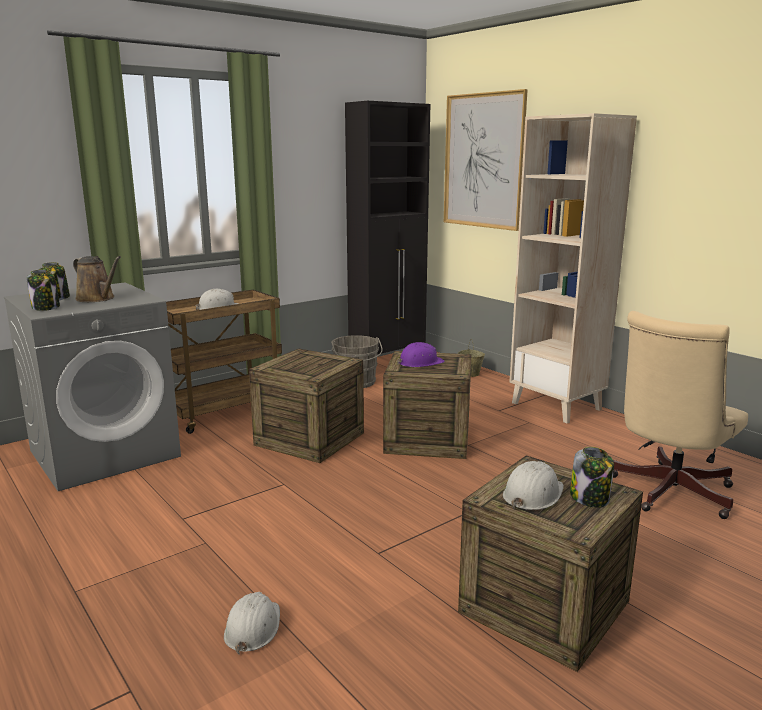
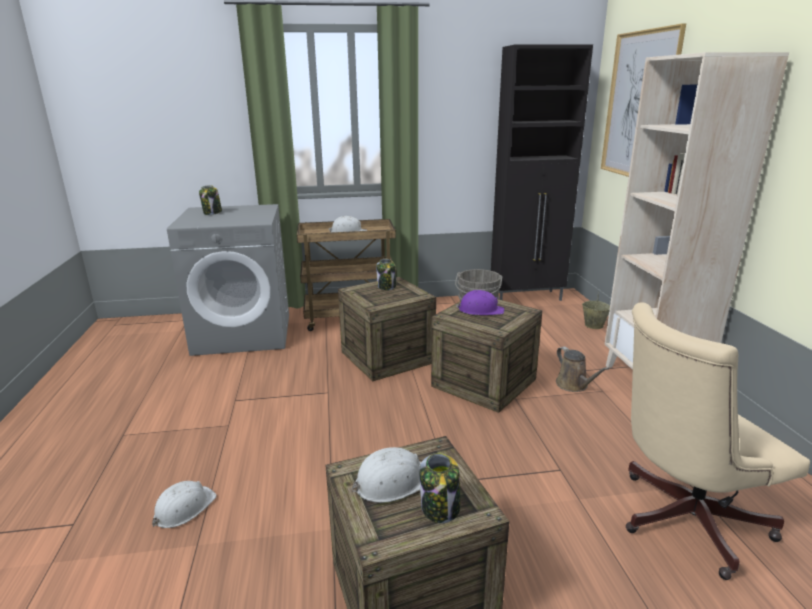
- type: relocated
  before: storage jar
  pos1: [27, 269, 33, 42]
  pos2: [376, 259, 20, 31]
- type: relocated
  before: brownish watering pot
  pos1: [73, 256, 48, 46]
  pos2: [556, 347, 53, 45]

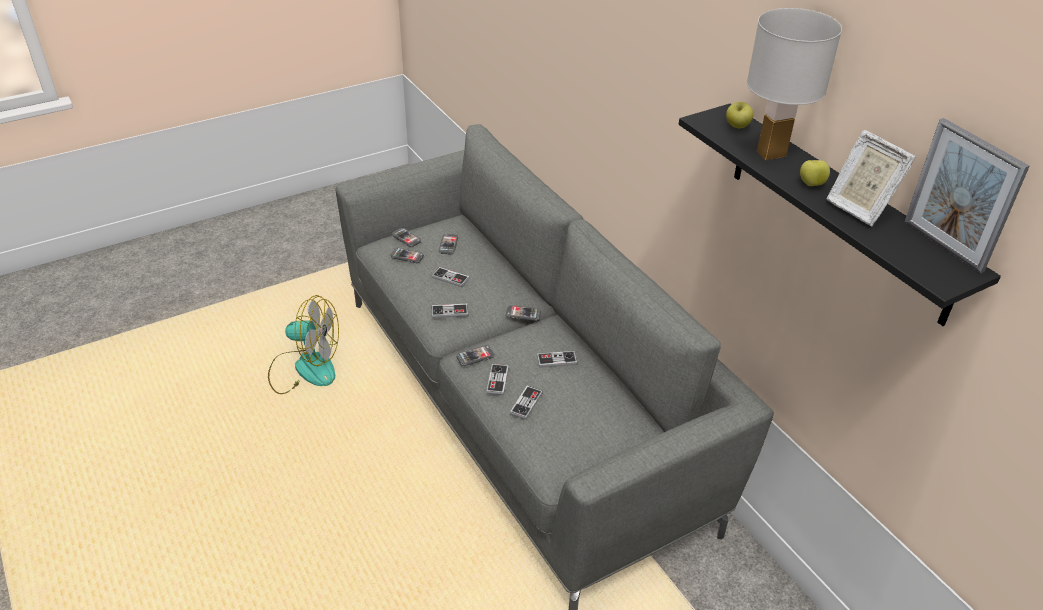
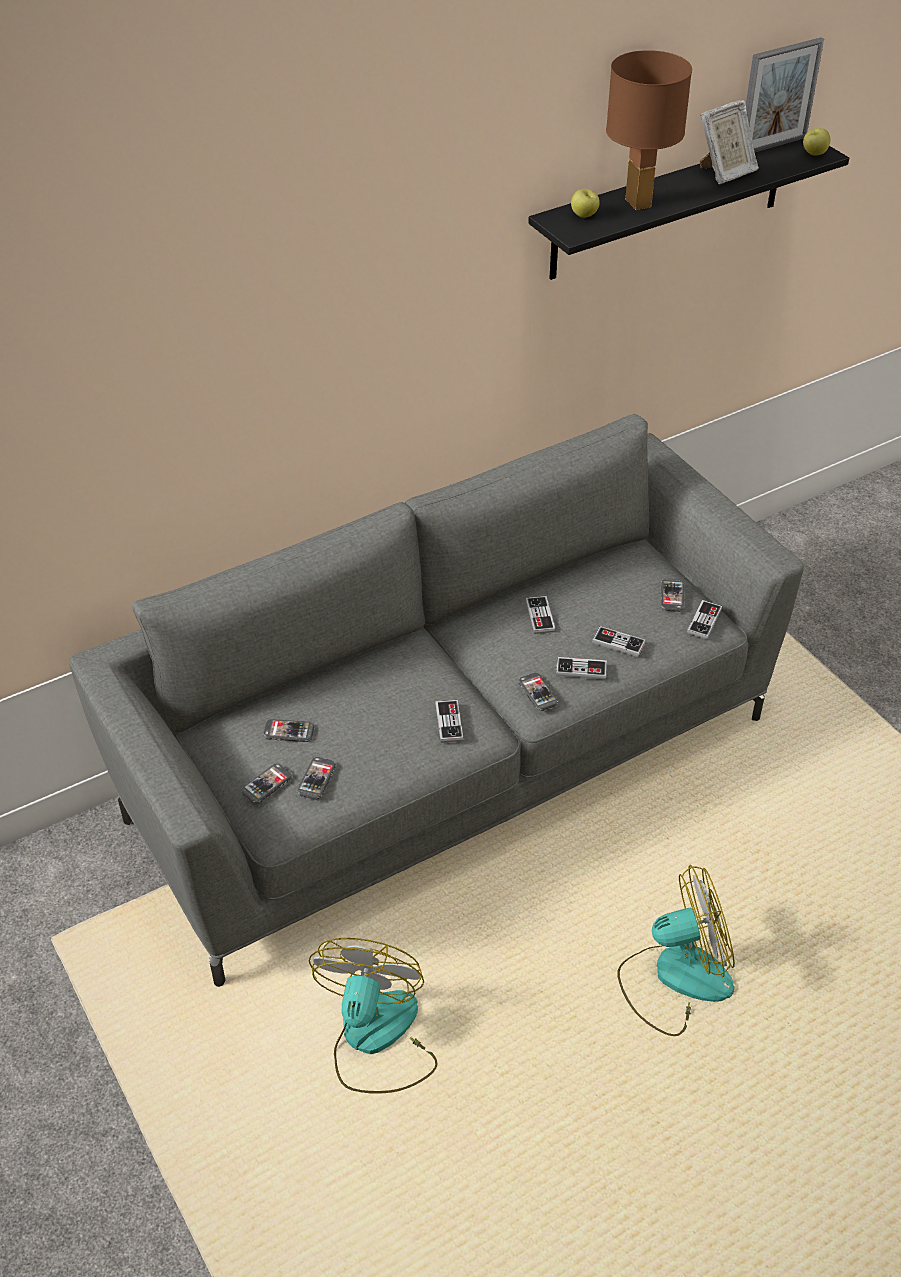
- type: relocated
  before: gamepad
  pos1: [432, 267, 38, 20]
  pos2: [687, 600, 35, 39]
- type: relocated
  before: handset
  pos1: [506, 305, 35, 16]
  pos2: [661, 578, 23, 34]
- type: colour
  before: whitish table lamp
  after: brownish table lamp
  pos1: [747, 8, 95, 152]
  pos2: [606, 50, 86, 160]
- type: relocated
  before: apple
  pos1: [800, 160, 30, 26]
  pos2: [803, 128, 27, 28]
- type: appeared
  after: fan
  pos2: [617, 865, 118, 171]

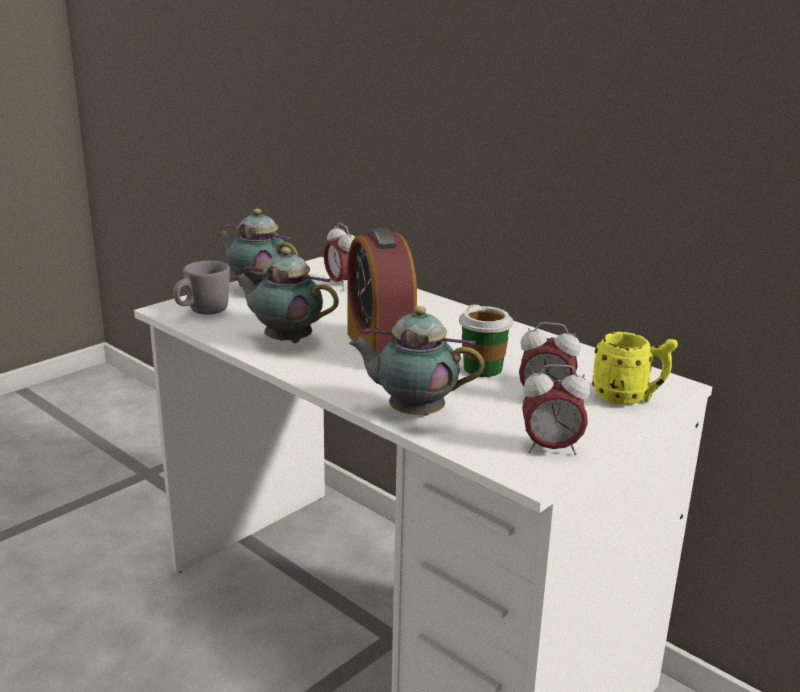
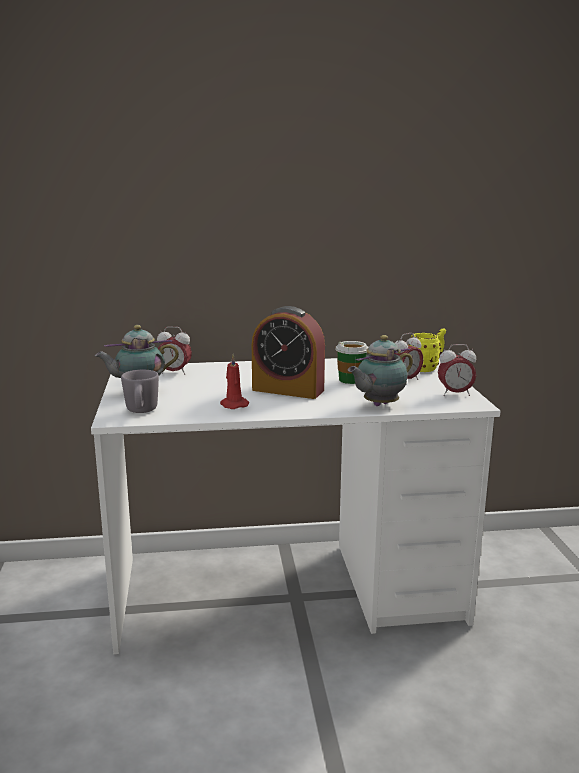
- type: exchanged
  before: tea pot
  after: red candle
  pos1: [233, 248, 106, 95]
  pos2: [220, 354, 29, 55]
- type: spun
  before: bedside clock
  pos1: [522, 364, 68, 91]
  pos2: [438, 344, 38, 52]
  turn: 45

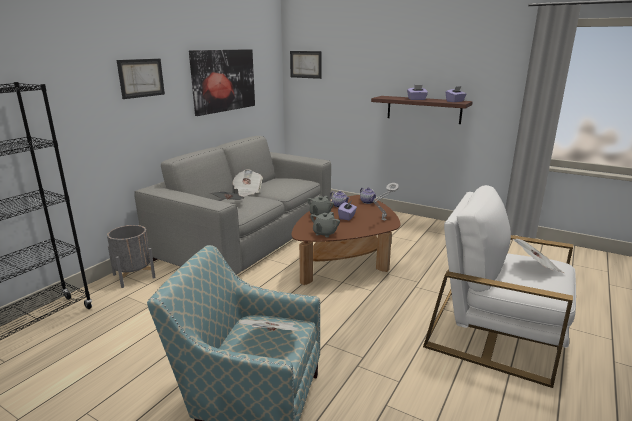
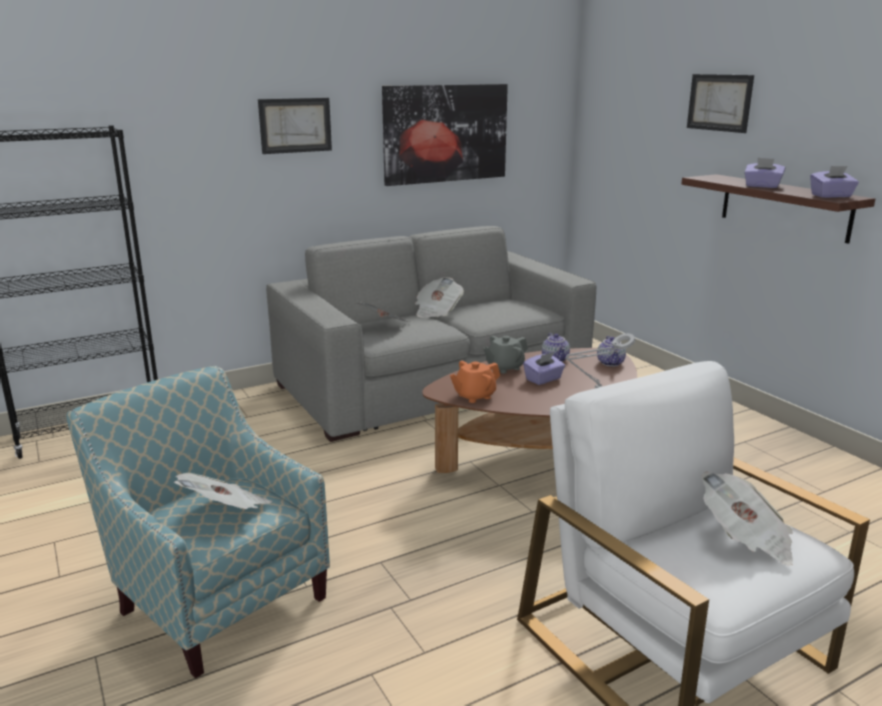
- type: missing
  before: gray plant pot
  pos1: [107, 225, 49, 63]
- type: relocated
  before: wall picture
  pos1: [290, 51, 32, 28]
  pos2: [687, 74, 67, 59]
- type: colour
  before: gray tea pot
  after: orangey tea pot
  pos1: [310, 212, 30, 26]
  pos2: [450, 361, 50, 42]

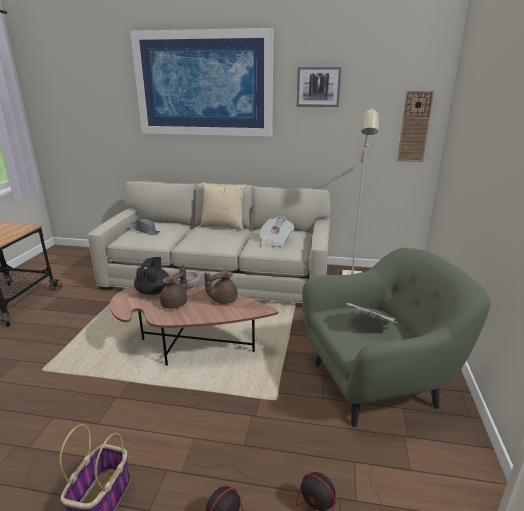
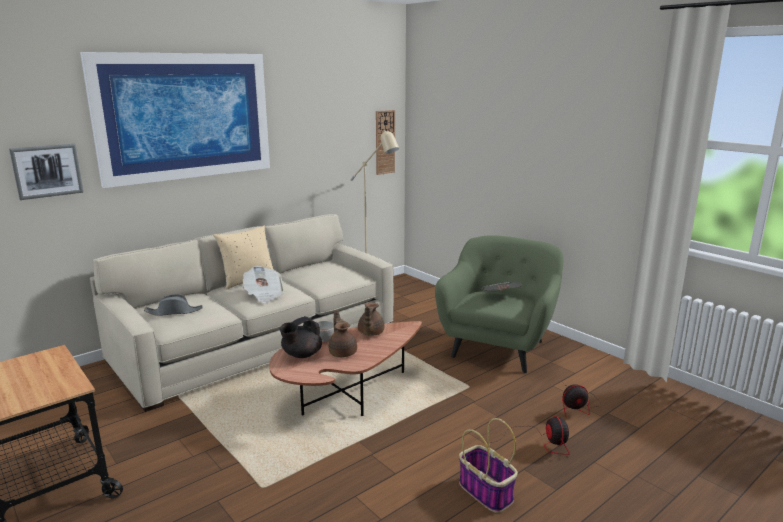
- type: spun
  before: black tea pot
  pos1: [134, 257, 35, 38]
  pos2: [279, 316, 43, 42]
  turn: -90
- type: relocated
  before: printed paper
  pos1: [259, 216, 35, 31]
  pos2: [242, 266, 42, 37]
- type: relocated
  before: wall picture
  pos1: [297, 66, 45, 41]
  pos2: [9, 144, 75, 56]

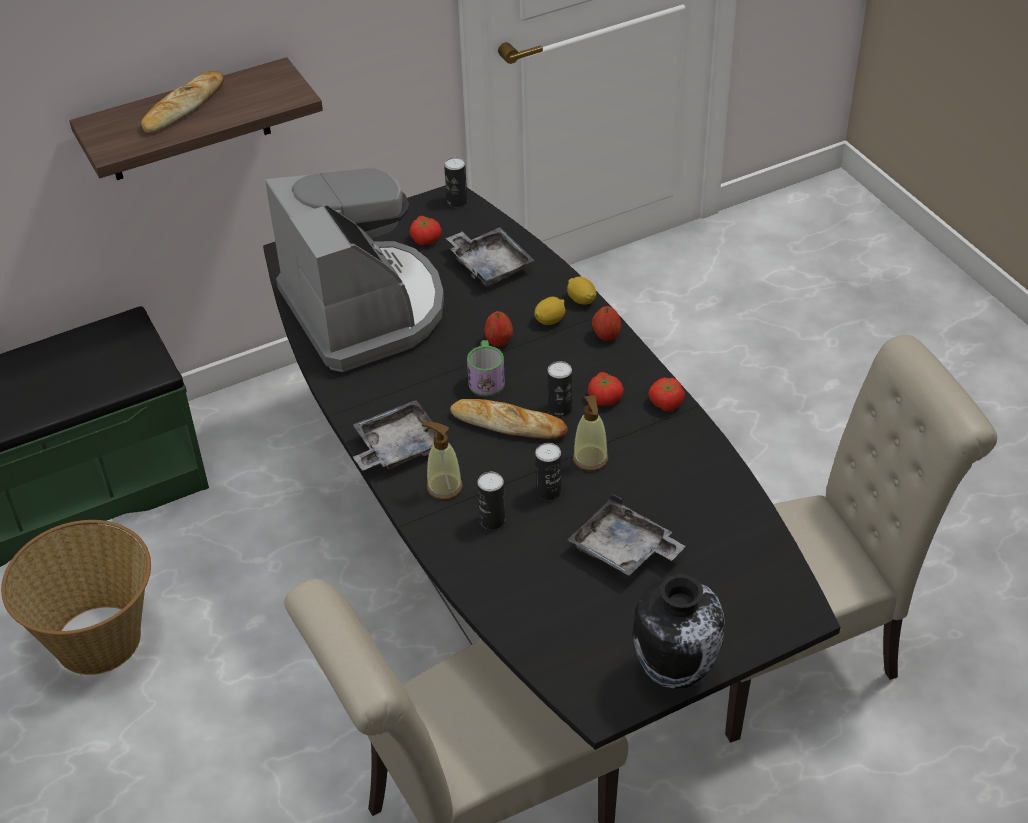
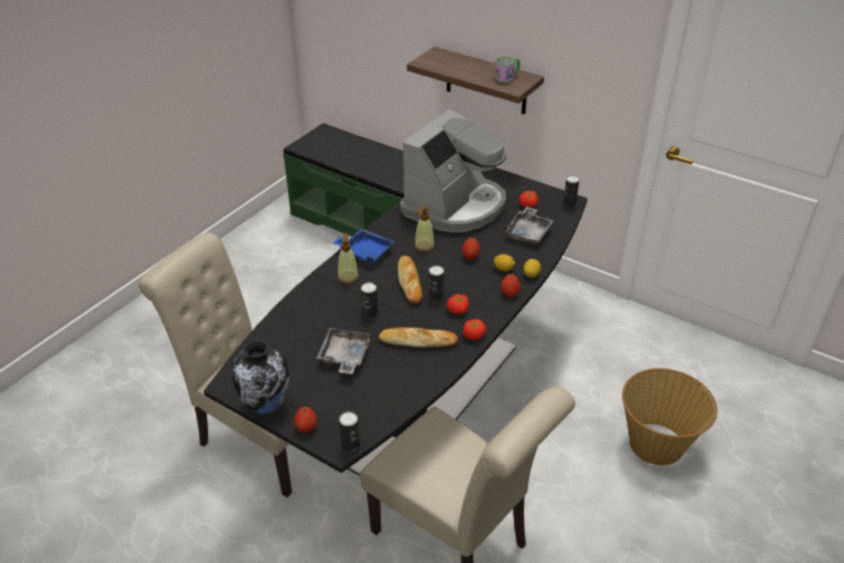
- type: relocated
  before: basket
  pos1: [1, 520, 150, 155]
  pos2: [622, 368, 95, 98]
- type: relocated
  before: bakery bread
  pos1: [141, 71, 83, 62]
  pos2: [379, 327, 80, 21]
- type: colour
  before: gray serving tray
  after: bluish serving tray
  pos1: [353, 400, 84, 71]
  pos2: [333, 228, 62, 36]
- type: relocated
  before: tea mug
  pos1: [467, 340, 38, 57]
  pos2: [494, 56, 26, 27]
- type: relocated
  before: metal can
  pos1: [477, 472, 28, 58]
  pos2: [339, 412, 21, 41]
- type: relocated
  before: soap bottle
  pos1: [573, 395, 35, 76]
  pos2: [415, 206, 20, 46]
- type: appeared
  after: apple
  pos2: [294, 407, 23, 26]

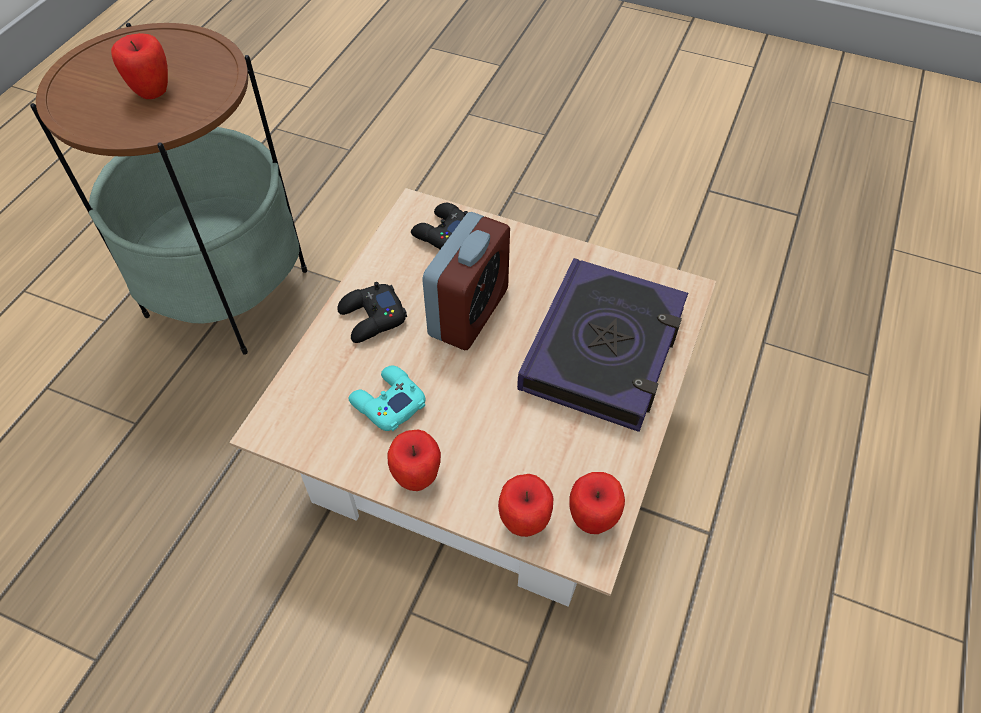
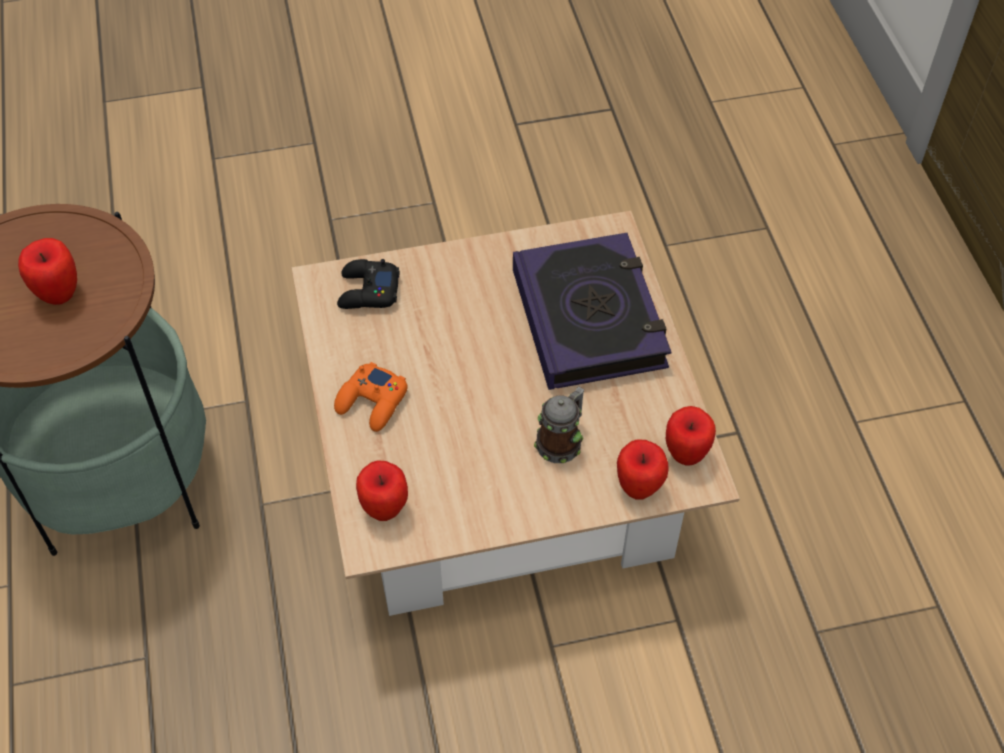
- type: colour
  before: black gamepad
  after: orangey gamepad
  pos1: [337, 282, 70, 61]
  pos2: [334, 362, 74, 70]
- type: missing
  before: turquoise gamepad
  pos1: [348, 365, 78, 66]
- type: relocated
  before: apple
  pos1: [388, 429, 53, 62]
  pos2: [356, 460, 52, 61]
- type: missing
  before: bedside clock
  pos1: [422, 212, 88, 138]
- type: appeared
  after: tea mug
  pos2: [534, 386, 50, 77]

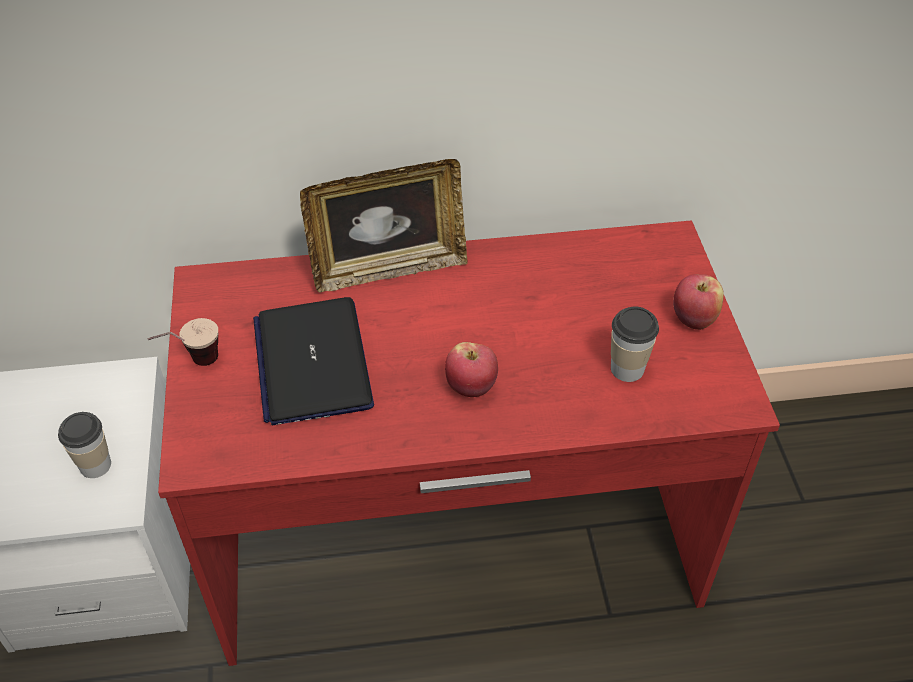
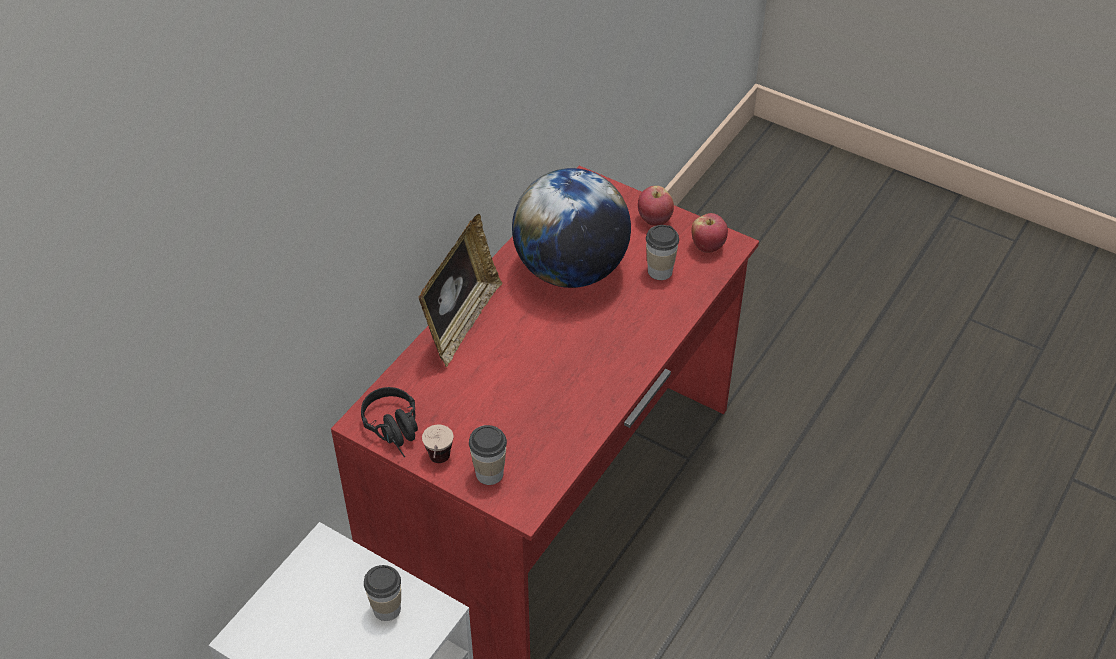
- type: missing
  before: laptop
  pos1: [253, 297, 121, 128]
- type: relocated
  before: apple
  pos1: [445, 342, 53, 55]
  pos2: [692, 213, 36, 40]
- type: appeared
  after: black headset
  pos2: [361, 387, 57, 70]
- type: appeared
  after: cup
  pos2: [469, 425, 38, 60]
- type: appeared
  after: world globe
  pos2: [512, 168, 119, 120]

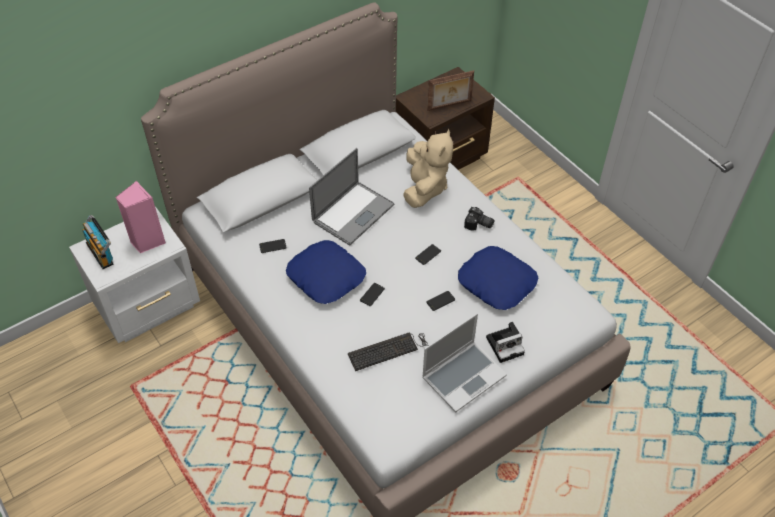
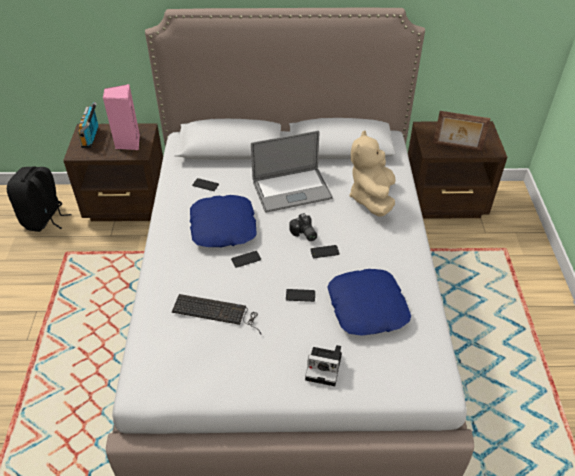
- type: colour
  before: whitish night table
  after: brownish night table
  pos1: [69, 207, 131, 136]
  pos2: [63, 123, 100, 98]
- type: spun
  before: beige soft toy
  pos1: [403, 129, 50, 79]
  pos2: [350, 130, 46, 87]
  turn: 150
- type: missing
  before: laptop
  pos1: [422, 313, 85, 100]
- type: relocated
  before: still camera
  pos1: [464, 207, 30, 24]
  pos2: [290, 213, 27, 28]
- type: appeared
  after: black rucksack
  pos2: [7, 166, 65, 66]

